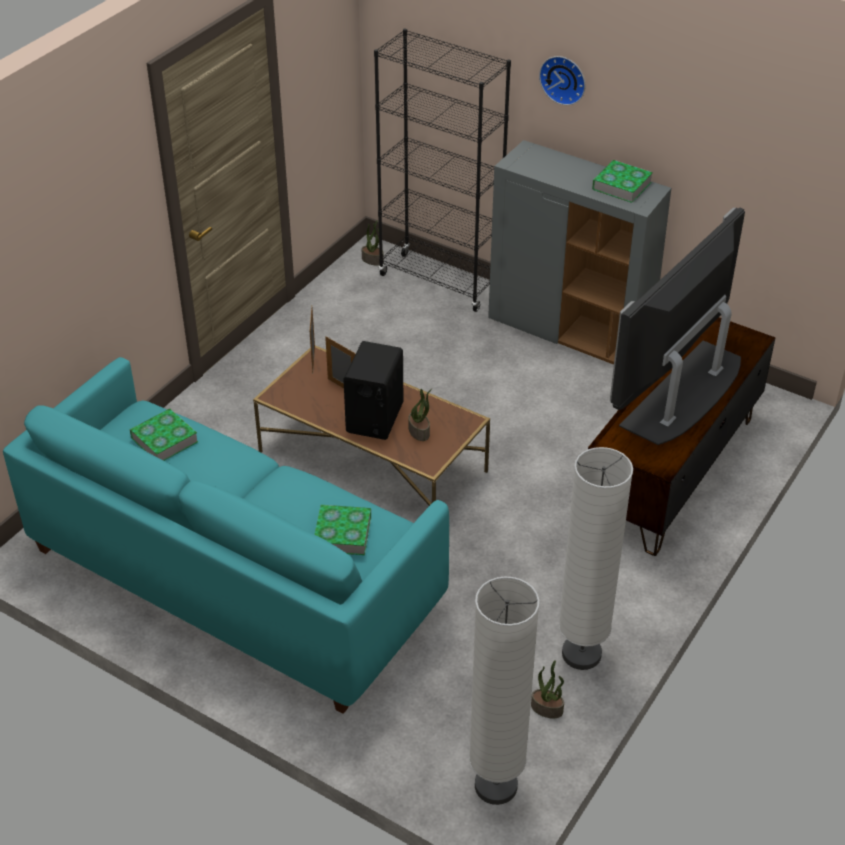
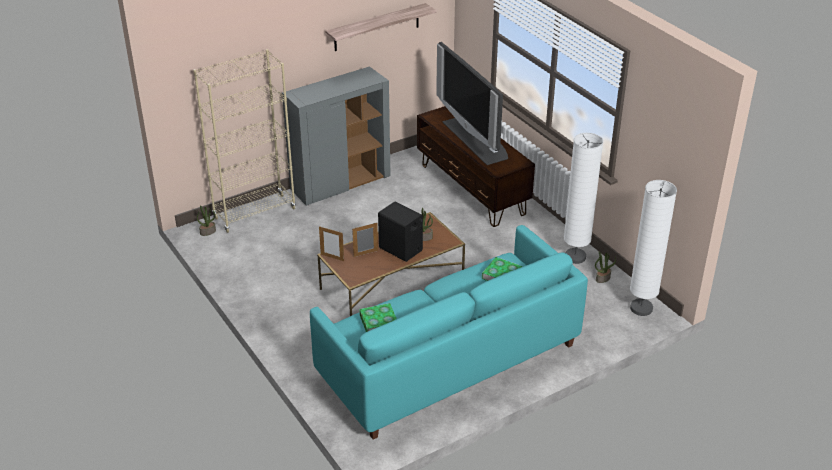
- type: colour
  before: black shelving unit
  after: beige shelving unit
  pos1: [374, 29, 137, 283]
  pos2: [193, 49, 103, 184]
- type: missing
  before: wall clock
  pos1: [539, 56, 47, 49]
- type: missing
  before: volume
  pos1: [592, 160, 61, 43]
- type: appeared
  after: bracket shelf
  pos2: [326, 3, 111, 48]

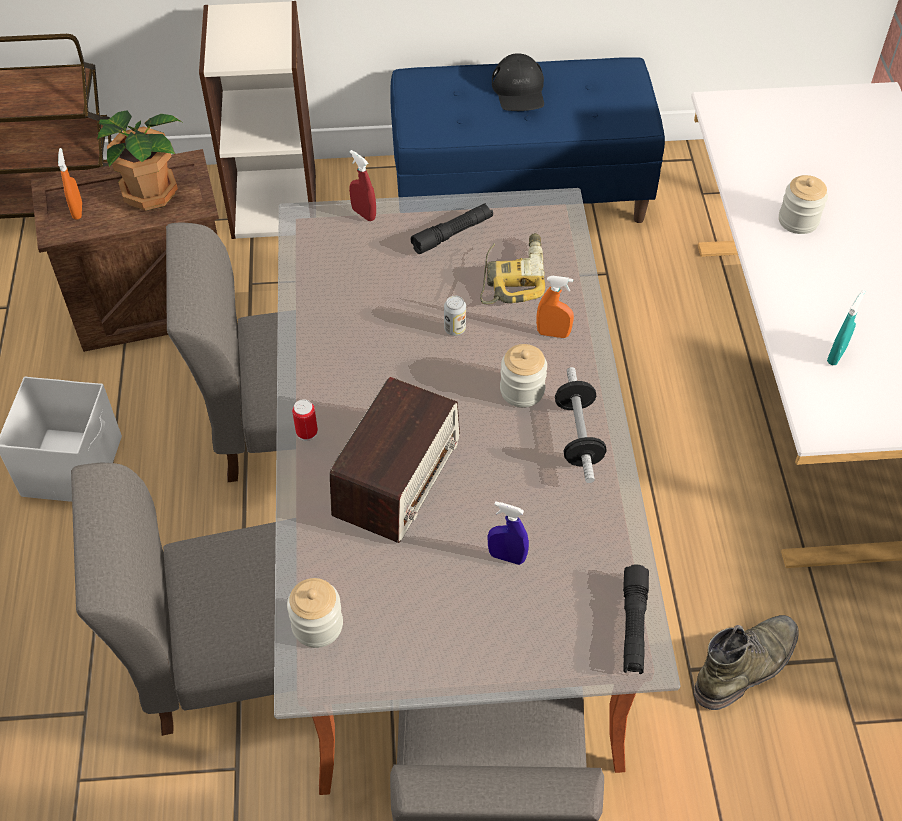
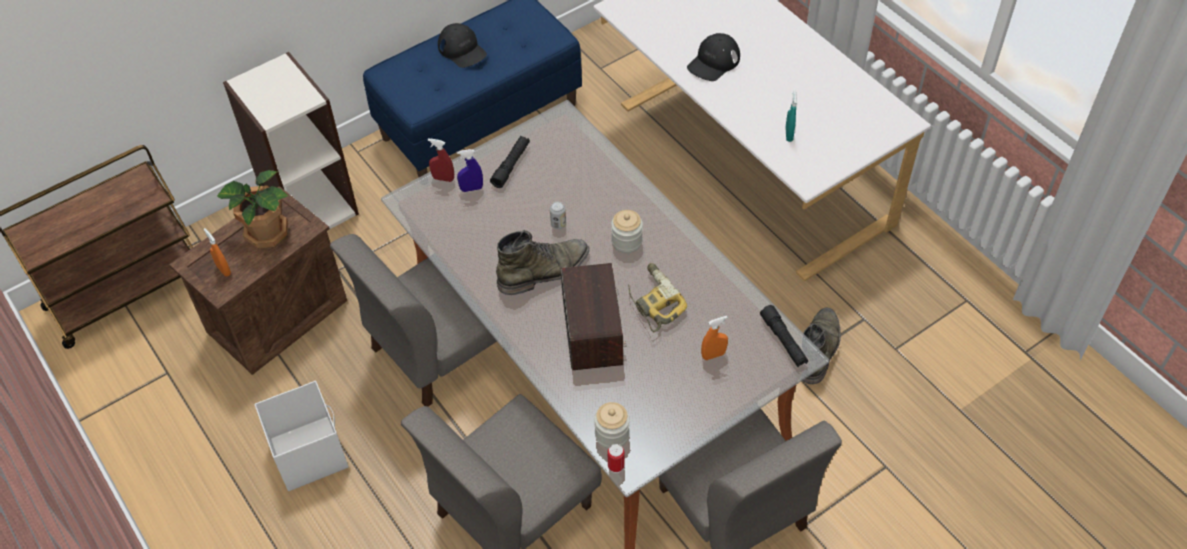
- type: relocated
  before: metal can
  pos1: [292, 399, 26, 42]
  pos2: [608, 444, 16, 29]
- type: relocated
  before: power drill
  pos1: [480, 233, 65, 71]
  pos2: [628, 263, 59, 69]
- type: relocated
  before: bluish sprayer
  pos1: [488, 501, 41, 64]
  pos2: [457, 149, 26, 43]
- type: relocated
  before: orangey sprayer
  pos1: [536, 276, 38, 62]
  pos2: [701, 316, 27, 44]
- type: missing
  before: dumbbell
  pos1: [555, 367, 52, 116]
- type: exchanged
  before: storage jar
  after: black peaked cap
  pos1: [779, 175, 49, 59]
  pos2: [687, 33, 53, 48]
- type: appeared
  after: greenish boot
  pos2: [496, 230, 93, 65]

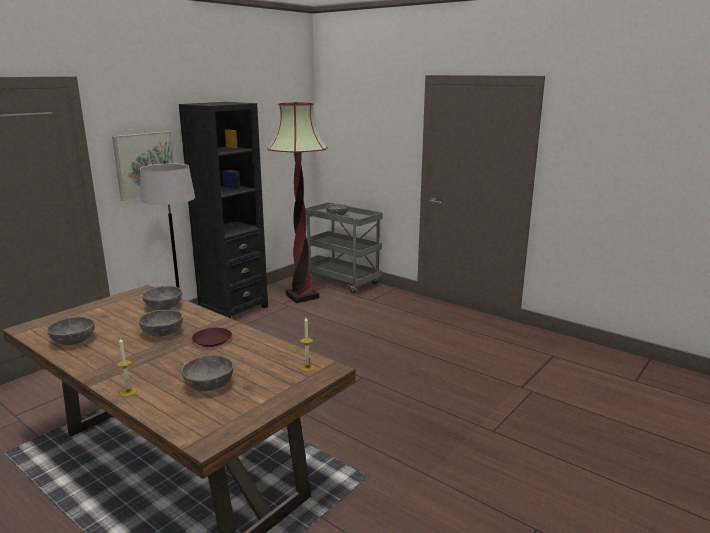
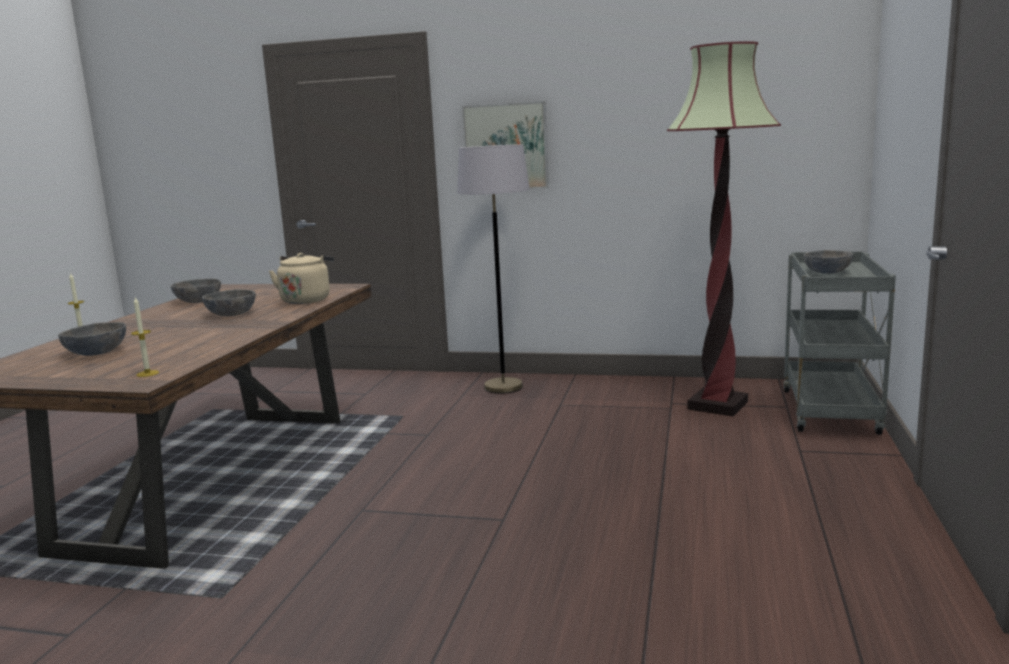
- type: exchanged
  before: gray bowl
  after: beige water kettle
  pos1: [142, 286, 40, 24]
  pos2: [269, 253, 65, 51]
- type: missing
  before: black shelving unit
  pos1: [179, 102, 89, 216]
- type: missing
  before: brownish plate
  pos1: [192, 328, 40, 19]

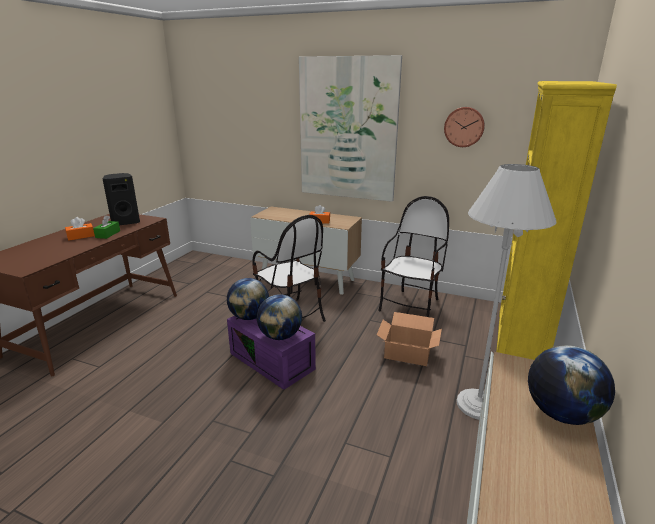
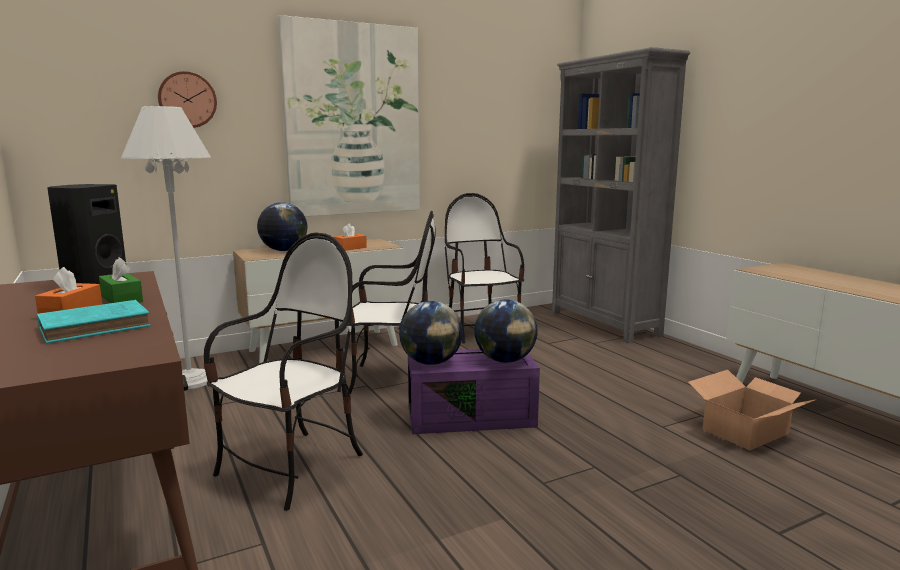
- type: relocated
  before: carton
  pos1: [377, 312, 65, 54]
  pos2: [688, 370, 129, 80]
- type: relocated
  before: wall clock
  pos1: [444, 107, 41, 40]
  pos2: [158, 71, 59, 57]
- type: relocated
  before: whitish standard lamp
  pos1: [456, 164, 100, 256]
  pos2: [121, 106, 90, 283]
- type: colour
  before: yellow-coloured shelving unit
  after: gray shelving unit
  pos1: [496, 81, 121, 279]
  pos2: [551, 47, 139, 296]
- type: relocated
  before: world globe
  pos1: [528, 345, 87, 80]
  pos2: [257, 202, 50, 49]
- type: appeared
  after: turquoise volume
  pos2: [37, 300, 114, 44]
- type: appeared
  after: upright chair
  pos2: [204, 233, 159, 278]

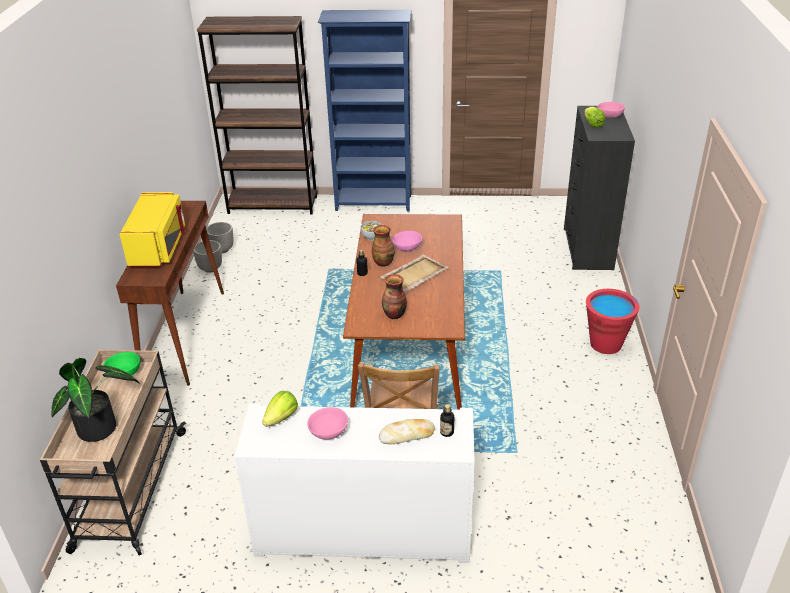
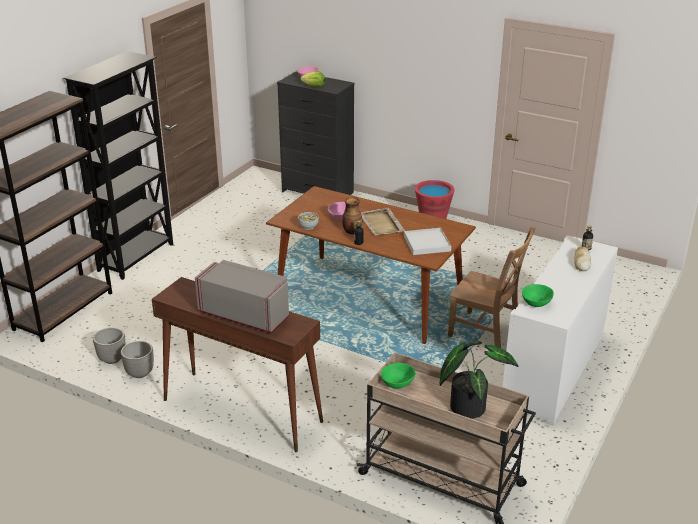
- type: colour
  before: yellow-coloured kitchen microwave
  after: gray kitchen microwave
  pos1: [119, 192, 66, 75]
  pos2: [195, 260, 94, 73]
- type: exchanged
  before: lettuce head
  after: greenish bowl
  pos1: [262, 391, 36, 36]
  pos2: [522, 284, 32, 23]
- type: missing
  before: pink bowl
  pos1: [307, 407, 41, 33]
- type: colour
  before: bluish shelving unit
  after: black shelving unit
  pos1: [318, 10, 93, 202]
  pos2: [63, 51, 110, 229]
- type: exchanged
  before: vase
  after: whitish serving tray
  pos1: [382, 274, 25, 45]
  pos2: [404, 228, 47, 27]

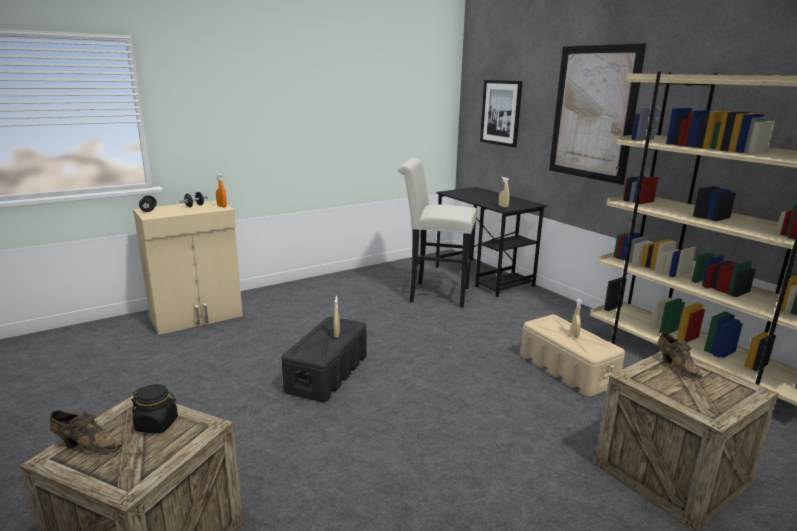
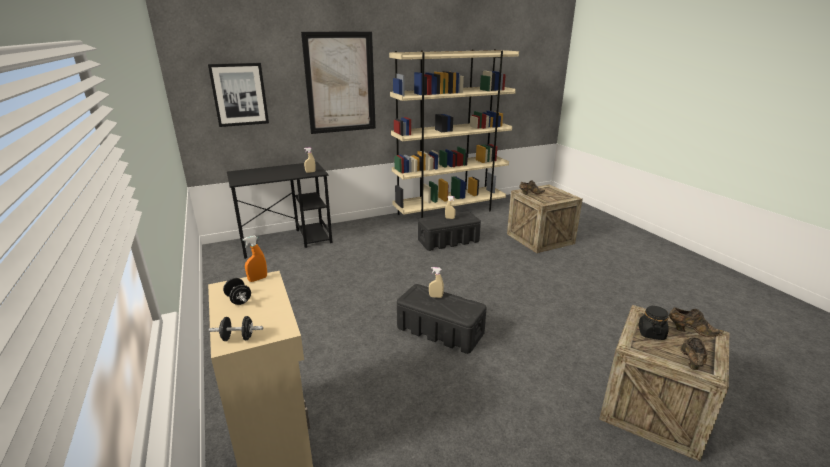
- type: missing
  before: whitish sitting stool
  pos1: [398, 158, 79, 150]
- type: colour
  before: beige storage bin
  after: black storage bin
  pos1: [521, 315, 104, 82]
  pos2: [418, 211, 63, 40]
- type: appeared
  after: brownish low shoe
  pos2: [669, 307, 55, 30]

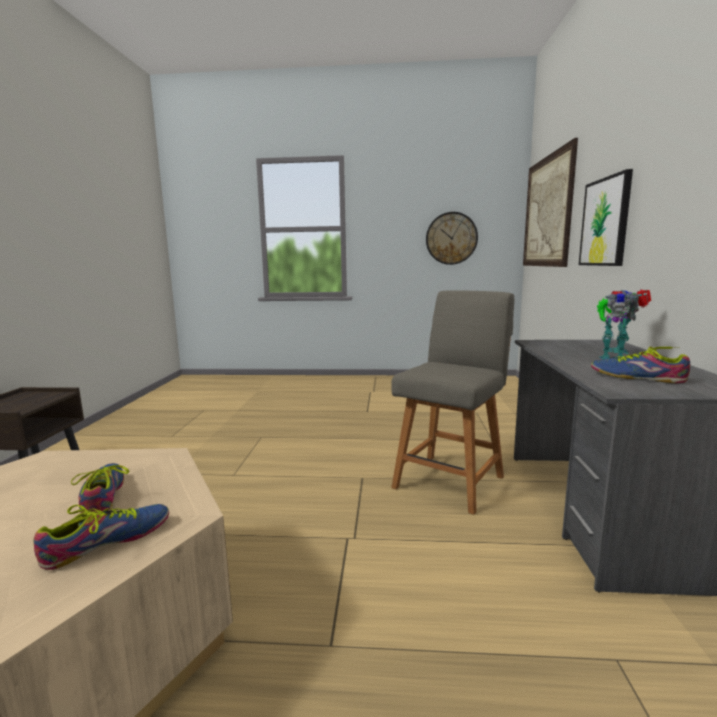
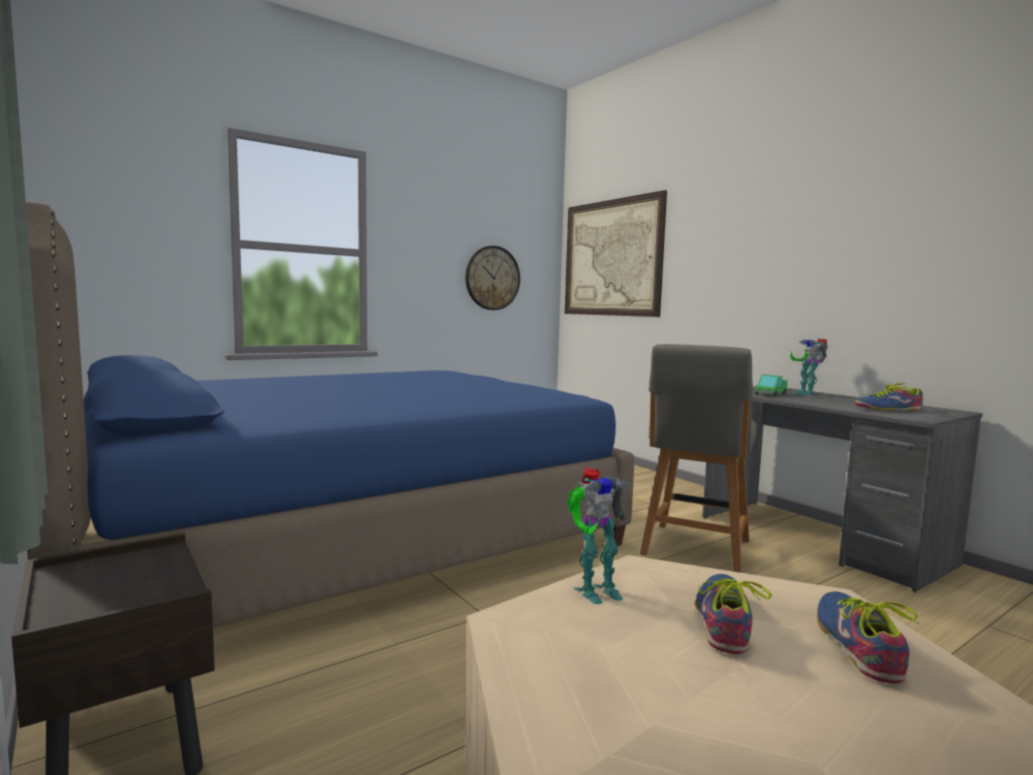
- type: spun
  before: low shoe
  pos1: [71, 463, 58, 50]
  pos2: [695, 574, 77, 80]
  turn: 75
- type: spun
  before: gray upright chair
  pos1: [391, 290, 123, 225]
  pos2: [640, 344, 117, 229]
  turn: -150
- type: missing
  before: wall picture
  pos1: [579, 169, 54, 97]
- type: relocated
  before: model robot
  pos1: [597, 291, 41, 69]
  pos2: [567, 468, 64, 136]
- type: appeared
  after: bluish sleeping bed
  pos2: [26, 202, 609, 426]
- type: appeared
  after: toy truck
  pos2: [754, 375, 33, 21]

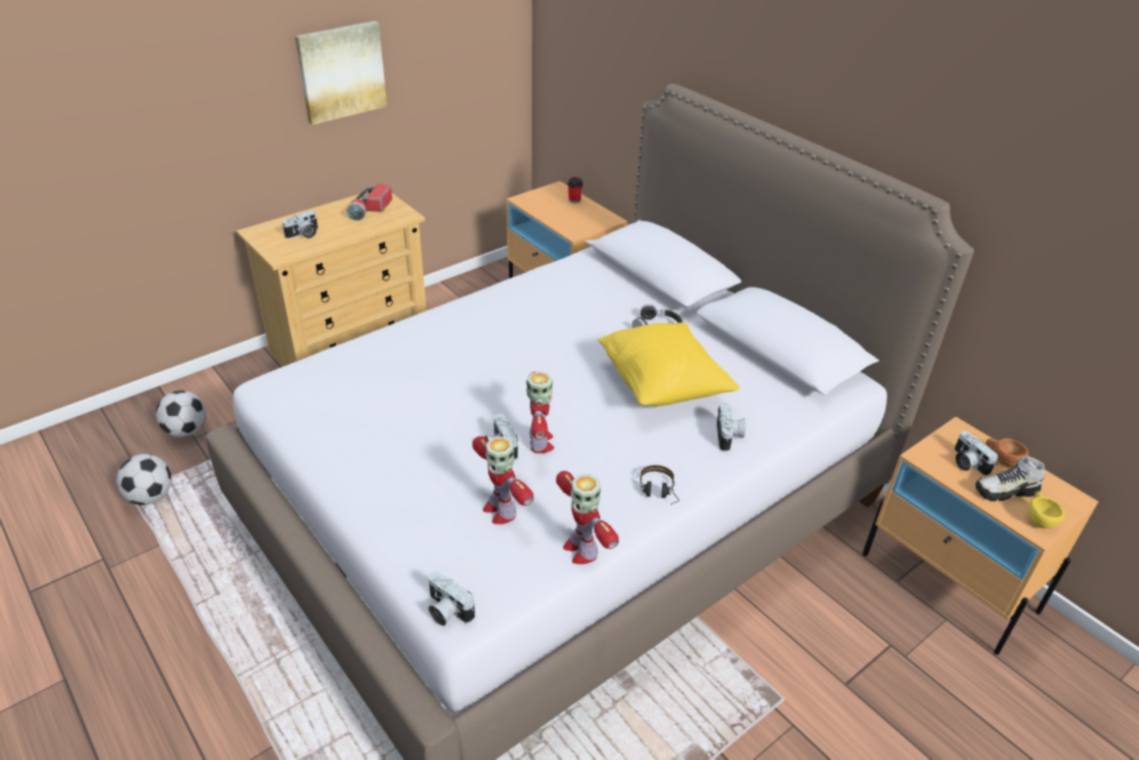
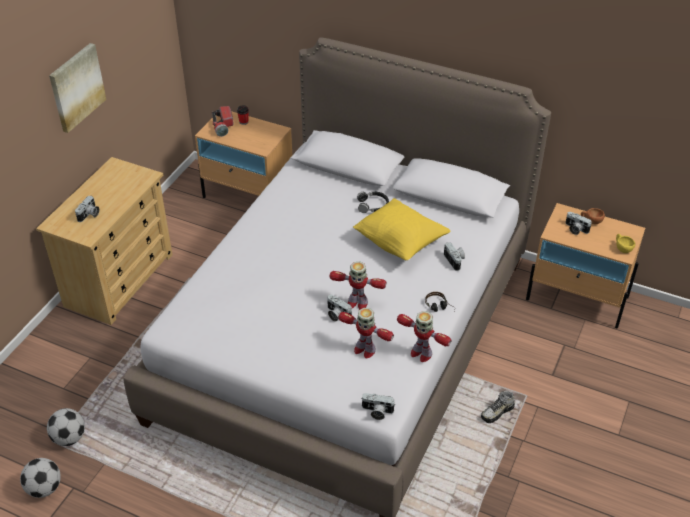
- type: relocated
  before: football
  pos1: [156, 390, 50, 47]
  pos2: [20, 458, 41, 40]
- type: relocated
  before: torch
  pos1: [347, 183, 45, 38]
  pos2: [212, 106, 22, 31]
- type: spun
  before: model robot
  pos1: [526, 371, 28, 82]
  pos2: [330, 262, 56, 48]
  turn: 135
- type: relocated
  before: low shoe
  pos1: [975, 456, 70, 45]
  pos2: [481, 391, 34, 32]

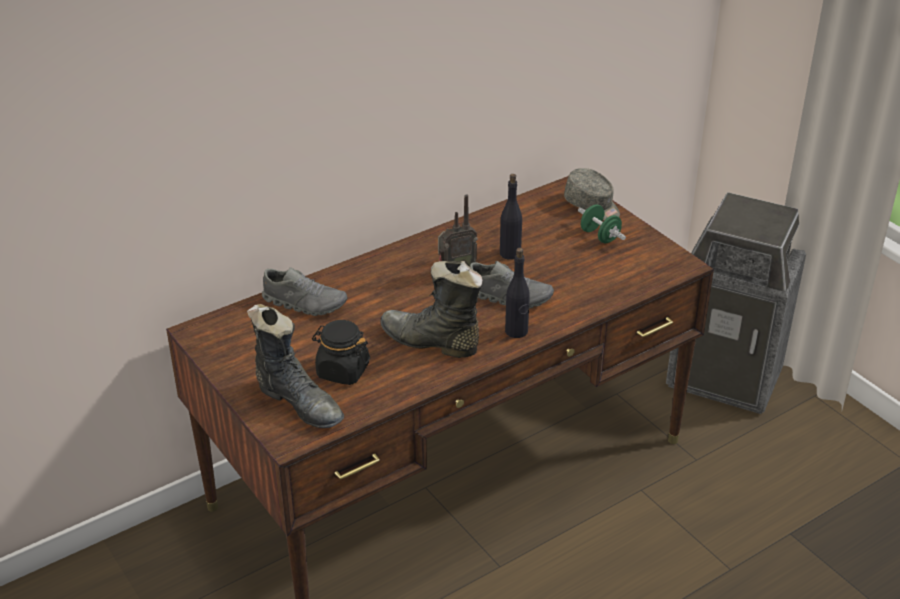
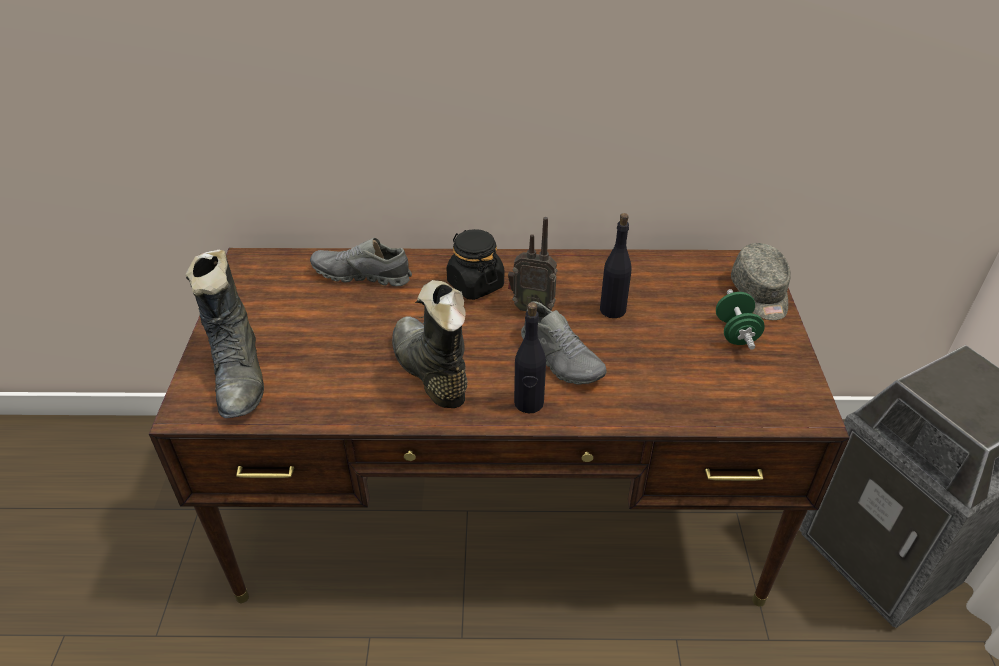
- type: spun
  before: gray low shoe
  pos1: [262, 267, 85, 49]
  pos2: [310, 238, 102, 48]
  turn: 135
- type: relocated
  before: black storage jar
  pos1: [312, 320, 58, 65]
  pos2: [447, 229, 57, 71]

